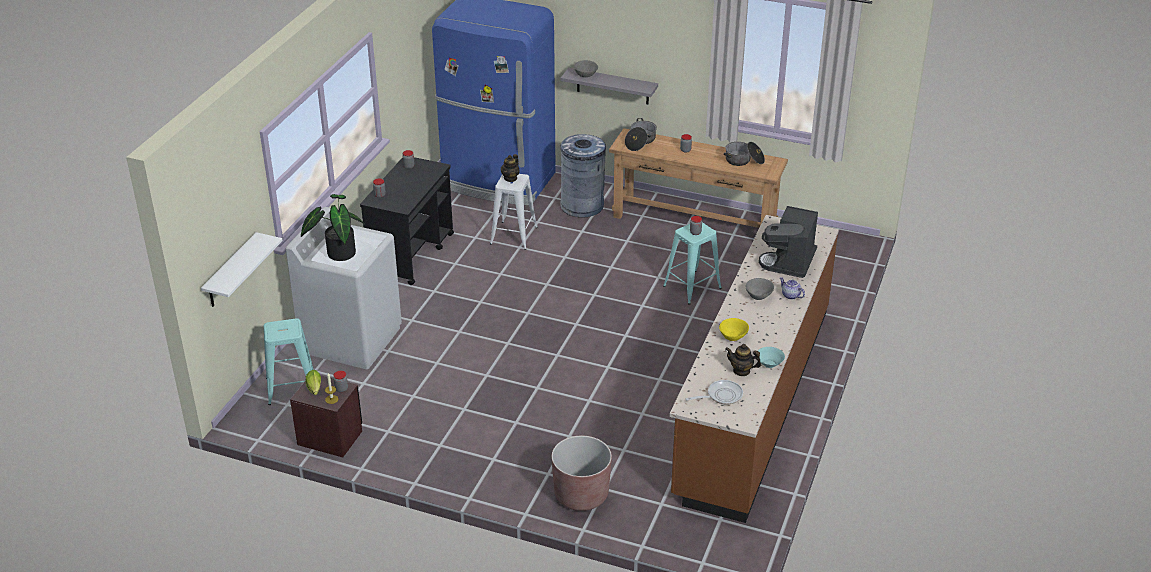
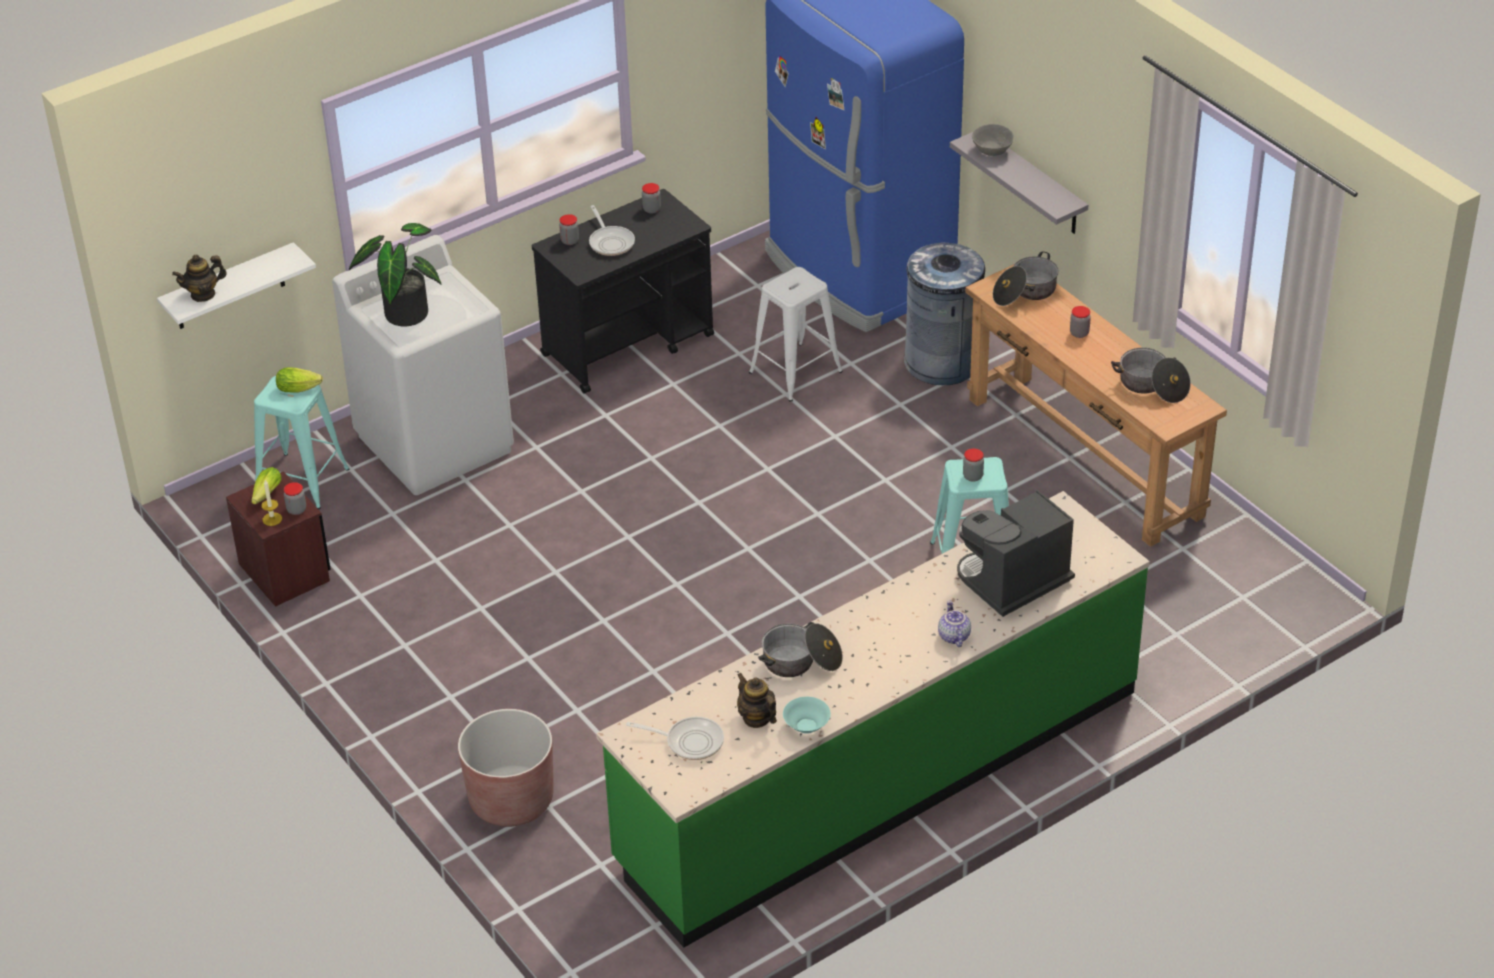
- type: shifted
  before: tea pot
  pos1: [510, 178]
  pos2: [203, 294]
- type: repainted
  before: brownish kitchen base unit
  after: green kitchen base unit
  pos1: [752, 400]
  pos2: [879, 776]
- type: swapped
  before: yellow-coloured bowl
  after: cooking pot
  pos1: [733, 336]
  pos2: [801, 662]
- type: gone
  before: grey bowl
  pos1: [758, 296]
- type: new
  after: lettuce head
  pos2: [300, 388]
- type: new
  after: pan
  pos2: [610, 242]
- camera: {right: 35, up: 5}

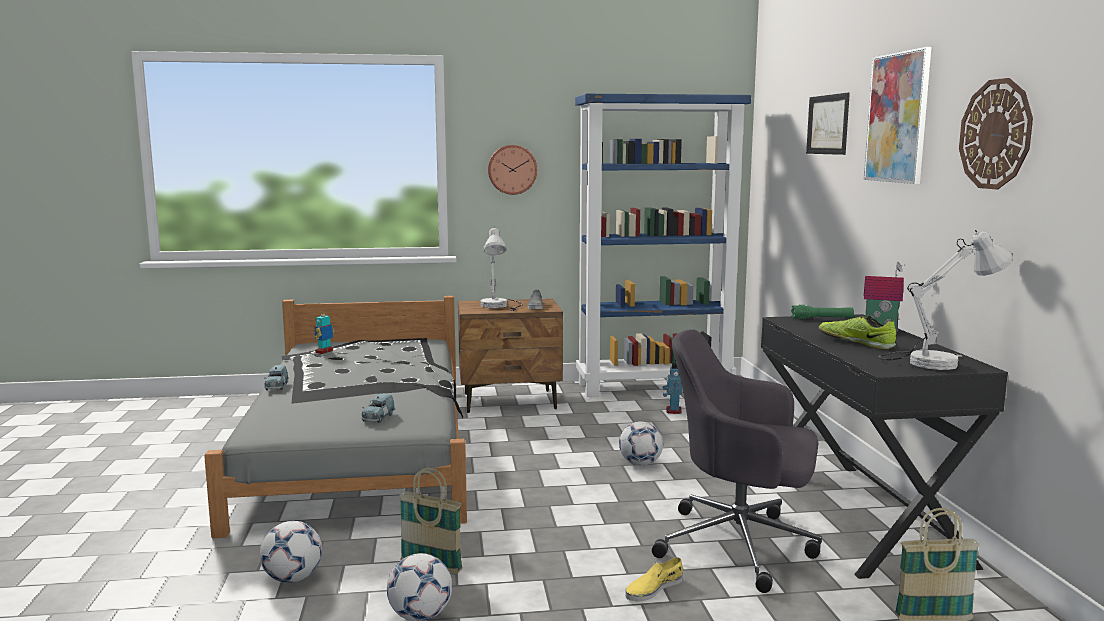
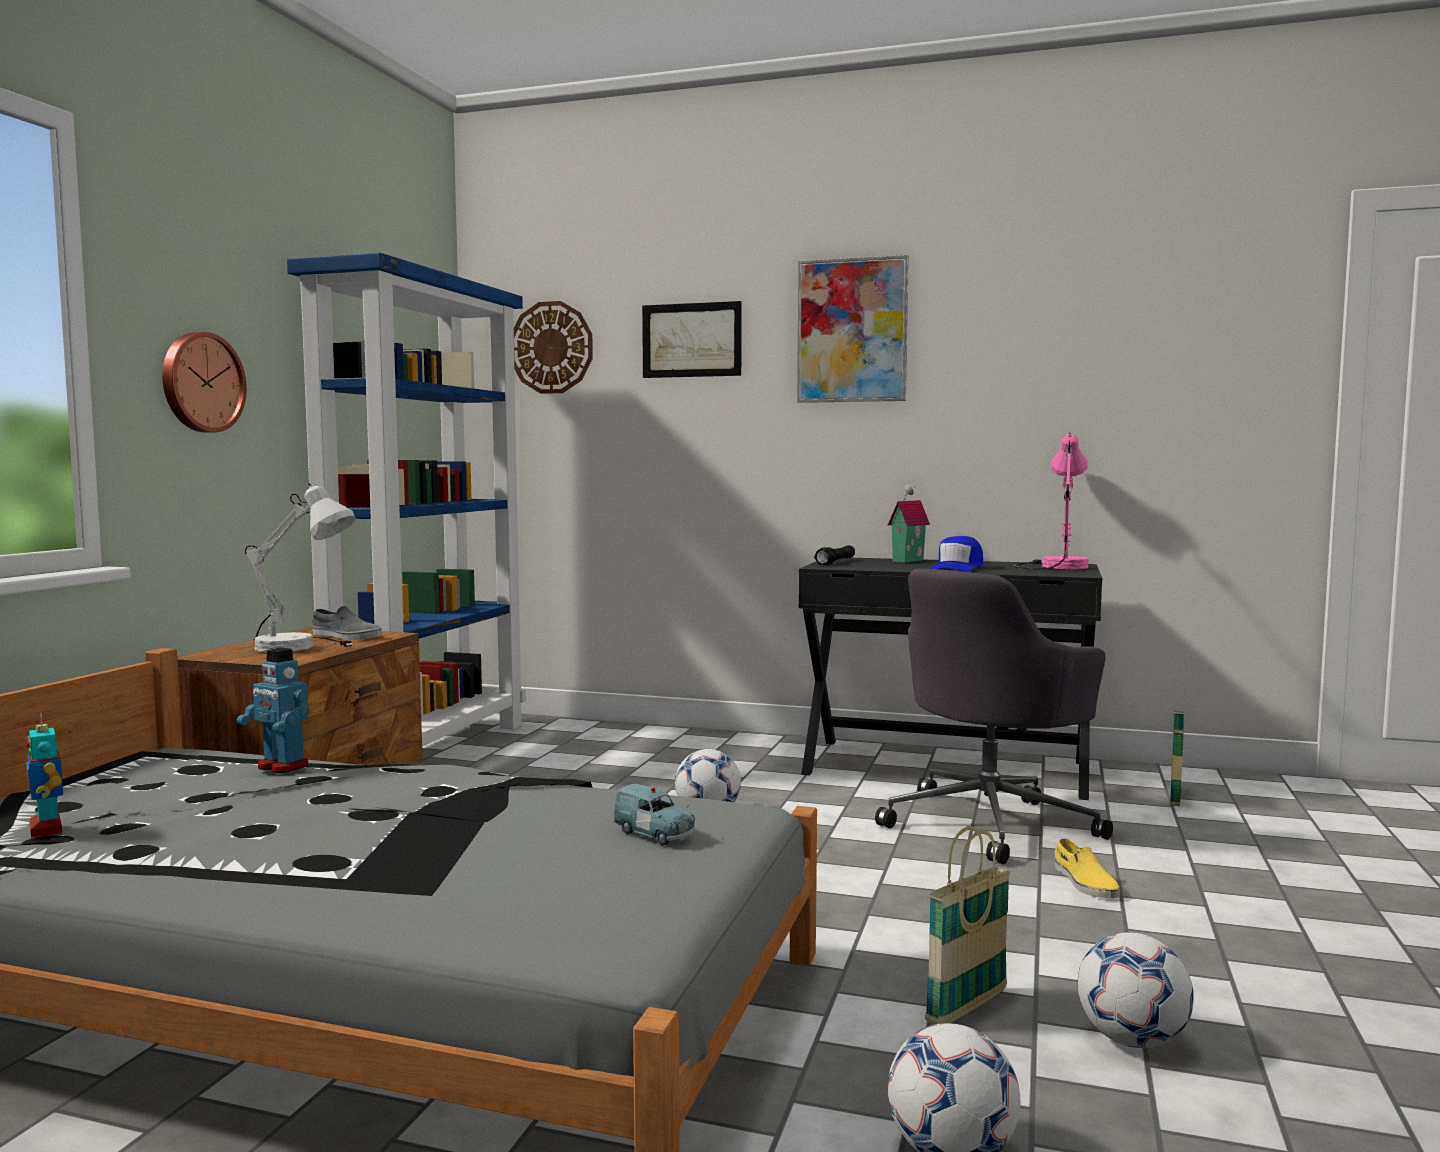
- type: gone
  before: bluish toy car
  pos1: [276, 386]
- type: shifted
  before: toy robot
  pos1: [673, 411]
  pos2: [282, 767]
- type: repainted
  before: green hand torch
  after: blackish hand torch
  pos1: [822, 319]
  pos2: [835, 562]
- type: swapped
  before: item of footwear
  after: bluish baseball cap
  pos1: [856, 342]
  pos2: [957, 567]
- type: repainted
  before: white-coloured table lamp
  after: pink table lamp
  pos1: [934, 361]
  pos2: [1051, 566]
- type: shifted
  before: clock on the wall
  pos1: [995, 134]
  pos2: [551, 347]
- camera: {right: -65, up: -5}

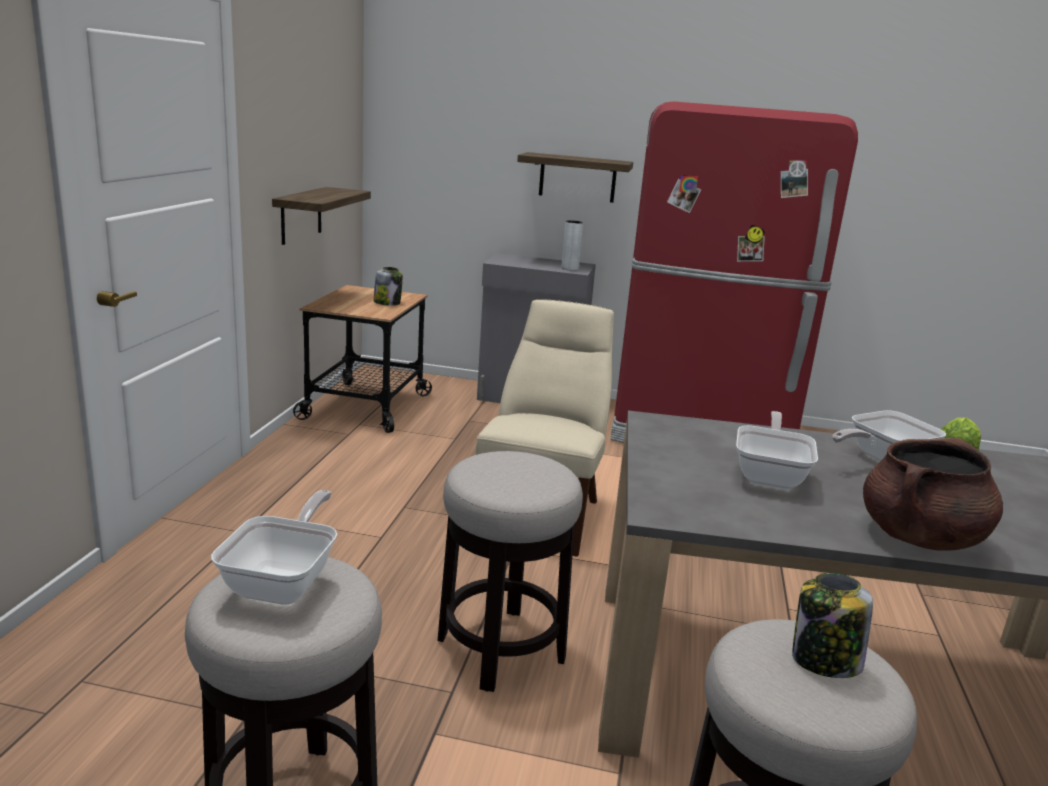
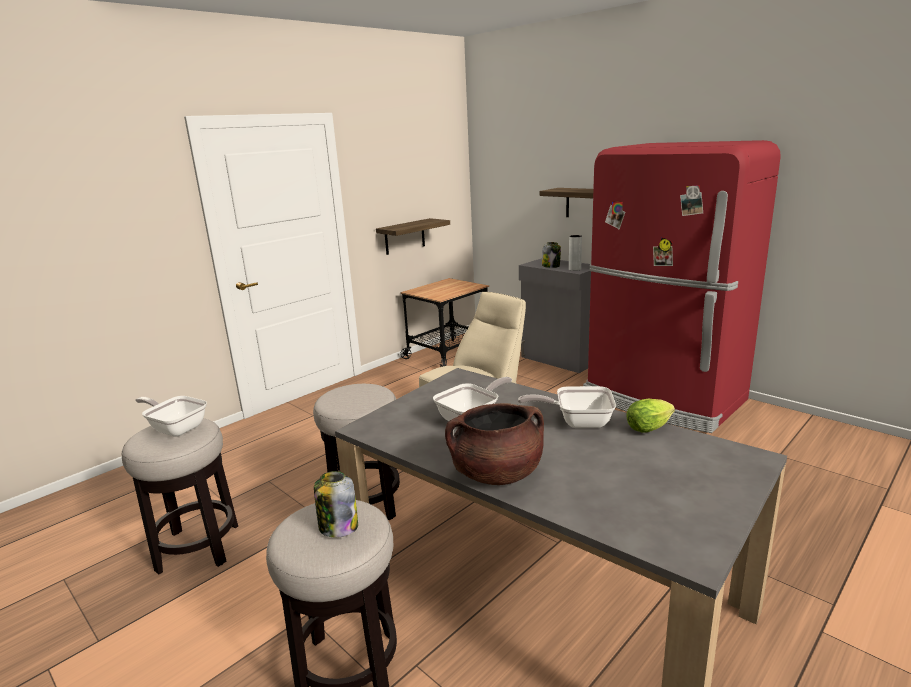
- type: rotated
  before: pan
  pos1: [285, 581]
  pos2: [176, 428]
  turn: -105
- type: shifted
  before: storage jar
  pos1: [387, 303]
  pos2: [551, 266]
- camera: {right: 35, up: 0}

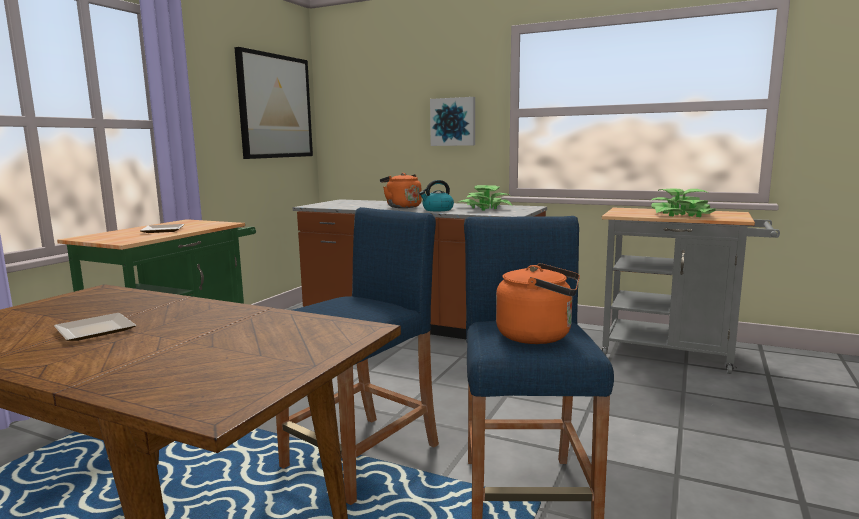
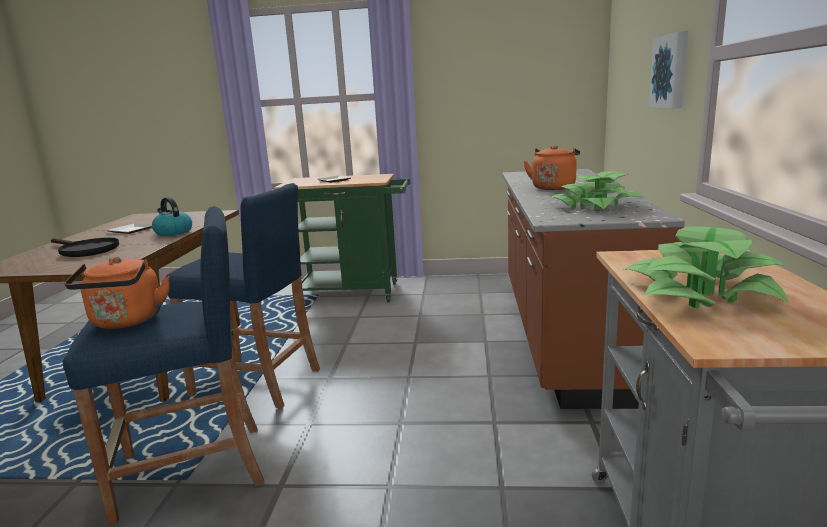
- type: gone
  before: wall picture
  pos1: [275, 106]
- type: shifted
  before: water kettle
  pos1: [437, 210]
  pos2: [173, 232]
- type: new
  after: blackish pan
  pos2: [85, 250]
- camera: {right: 70, up: 5}

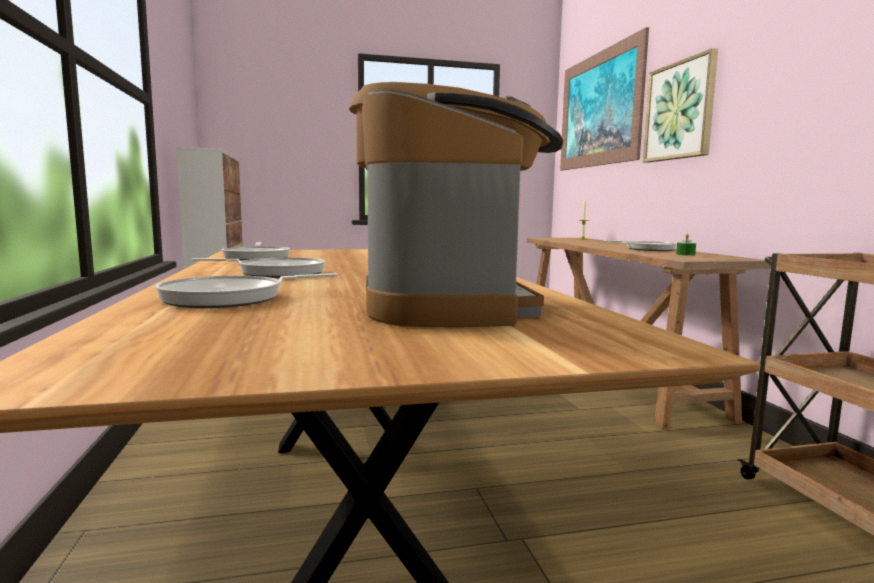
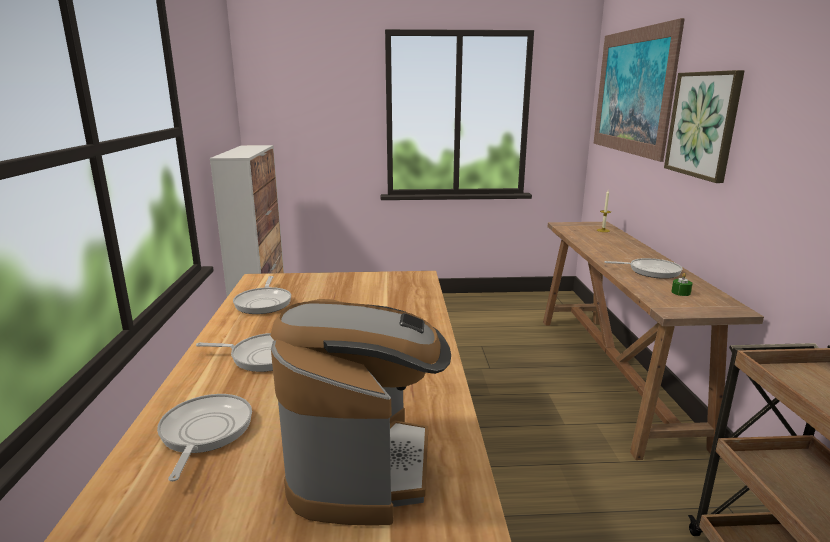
- type: rotated
  before: pan
  pos1: [231, 298]
  pos2: [204, 432]
  turn: 105
- camera: {right: 10, up: 10}

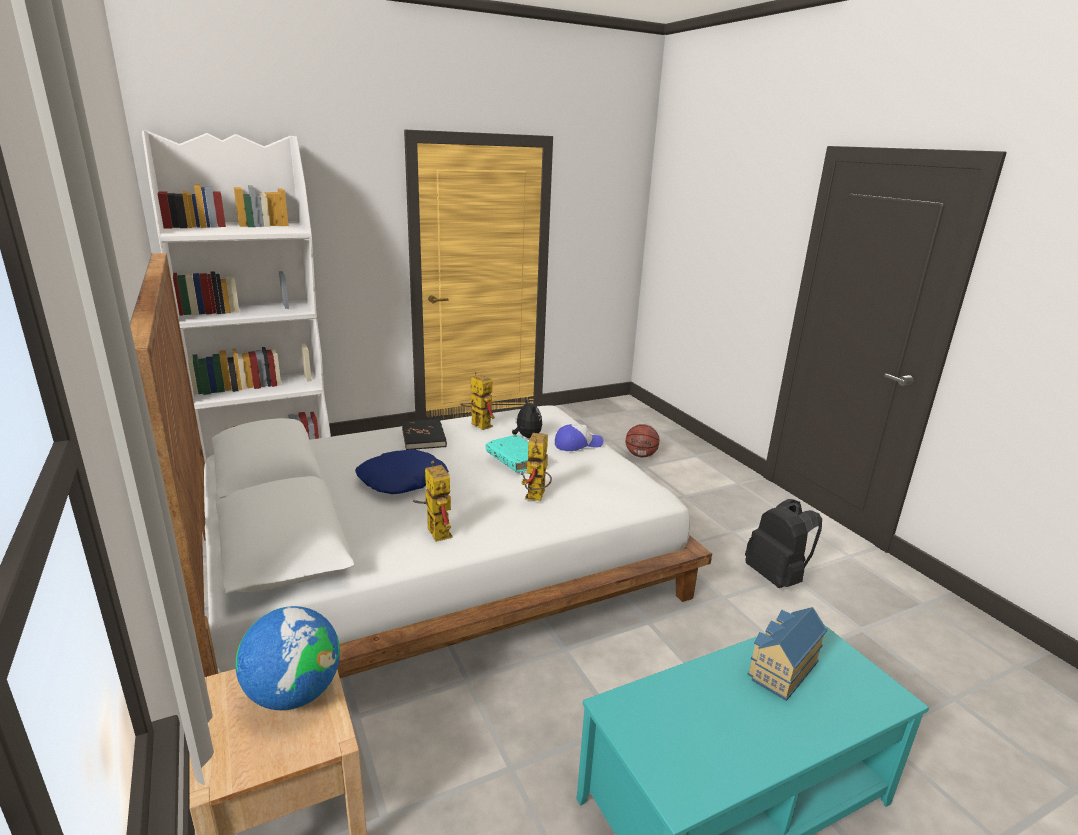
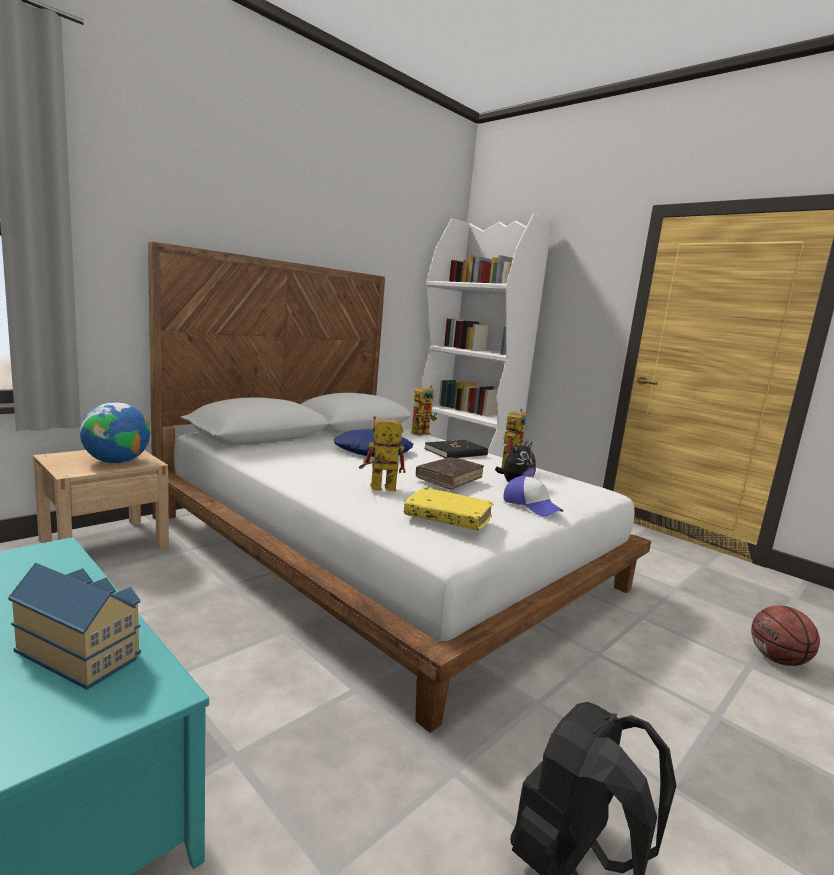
- type: shifted
  before: toy robot
  pos1: [434, 530]
  pos2: [422, 432]
- type: repainted
  before: blue-green bound book
  after: brownish bound book
  pos1: [516, 460]
  pos2: [449, 479]
- type: new
  after: yellow-coloured bound book
  pos2: [448, 518]
- camera: {right: 70, up: -10}

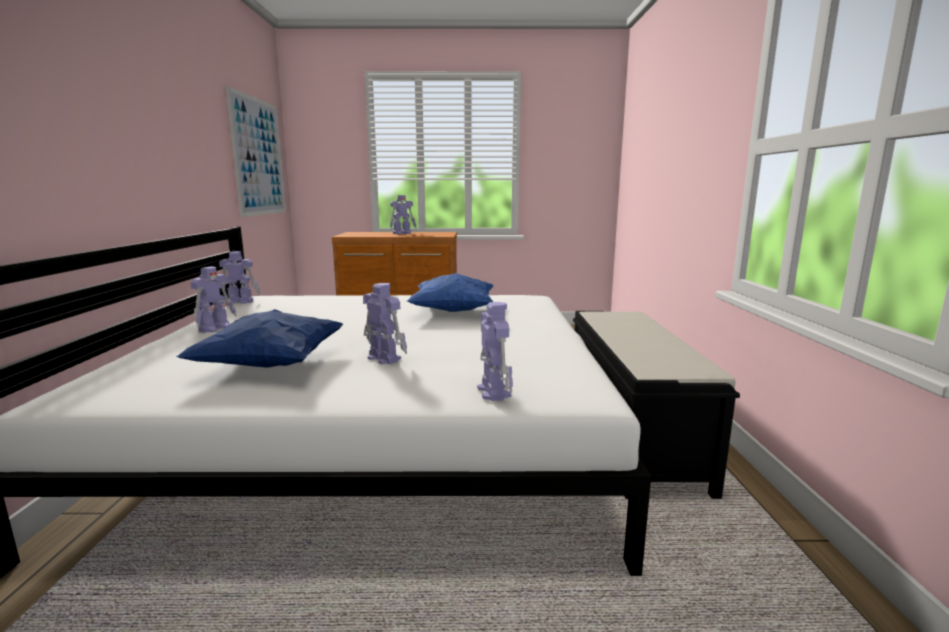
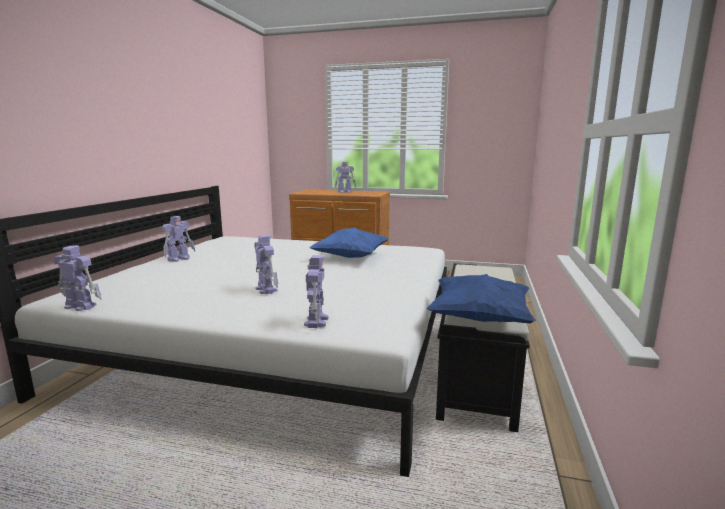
- type: shifted
  before: bluish pillow
  pos1: [271, 365]
  pos2: [479, 319]
- type: shifted
  before: toy robot
  pos1: [240, 301]
  pos2: [80, 306]
- type: gone
  before: wall picture
  pos1: [259, 157]
- camera: {right: 15, up: 0}

